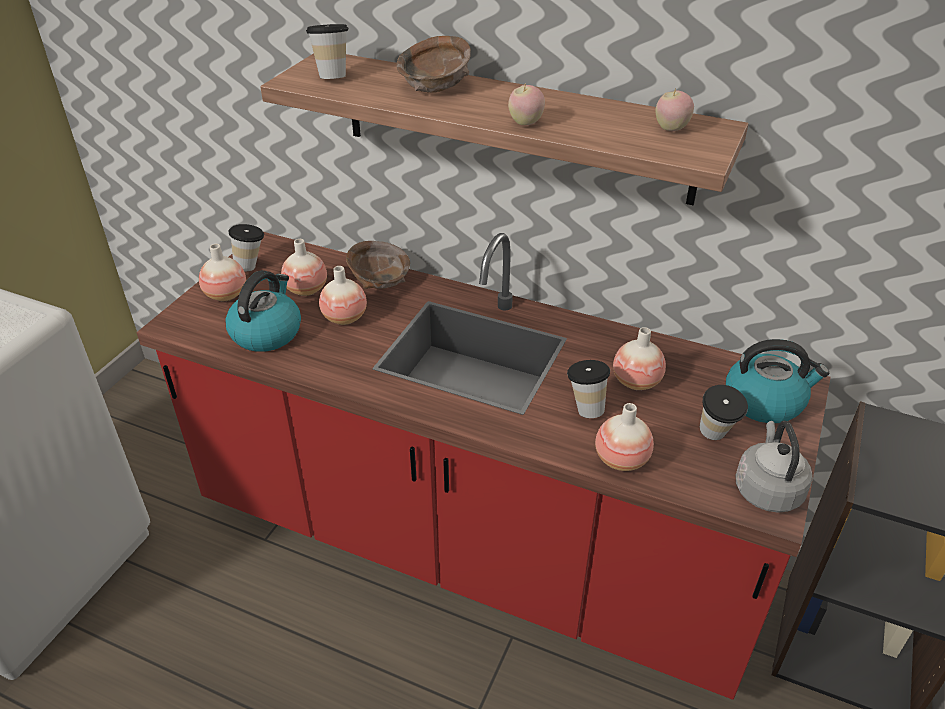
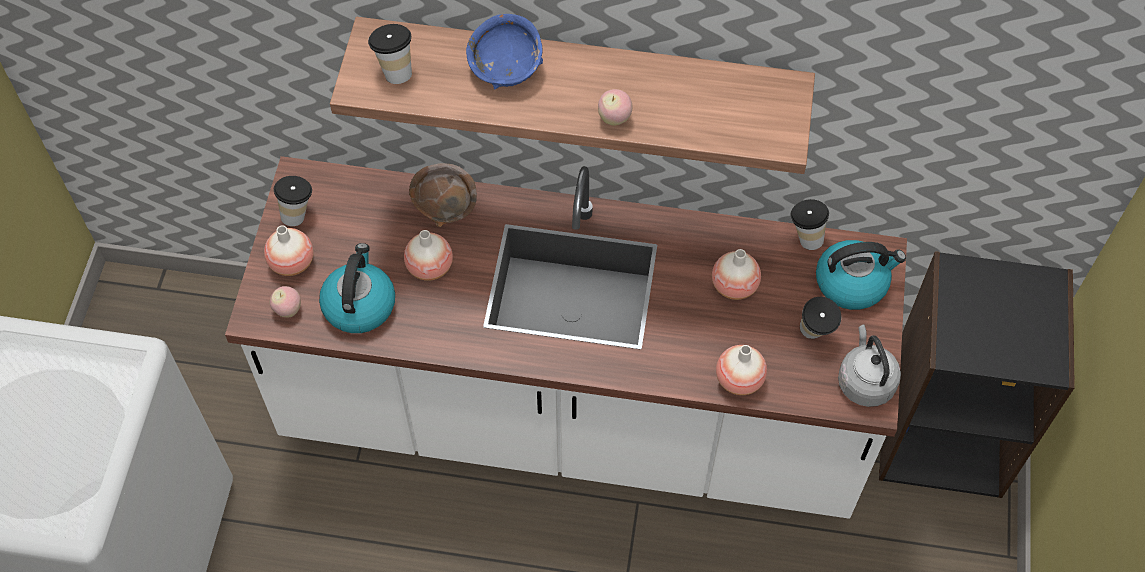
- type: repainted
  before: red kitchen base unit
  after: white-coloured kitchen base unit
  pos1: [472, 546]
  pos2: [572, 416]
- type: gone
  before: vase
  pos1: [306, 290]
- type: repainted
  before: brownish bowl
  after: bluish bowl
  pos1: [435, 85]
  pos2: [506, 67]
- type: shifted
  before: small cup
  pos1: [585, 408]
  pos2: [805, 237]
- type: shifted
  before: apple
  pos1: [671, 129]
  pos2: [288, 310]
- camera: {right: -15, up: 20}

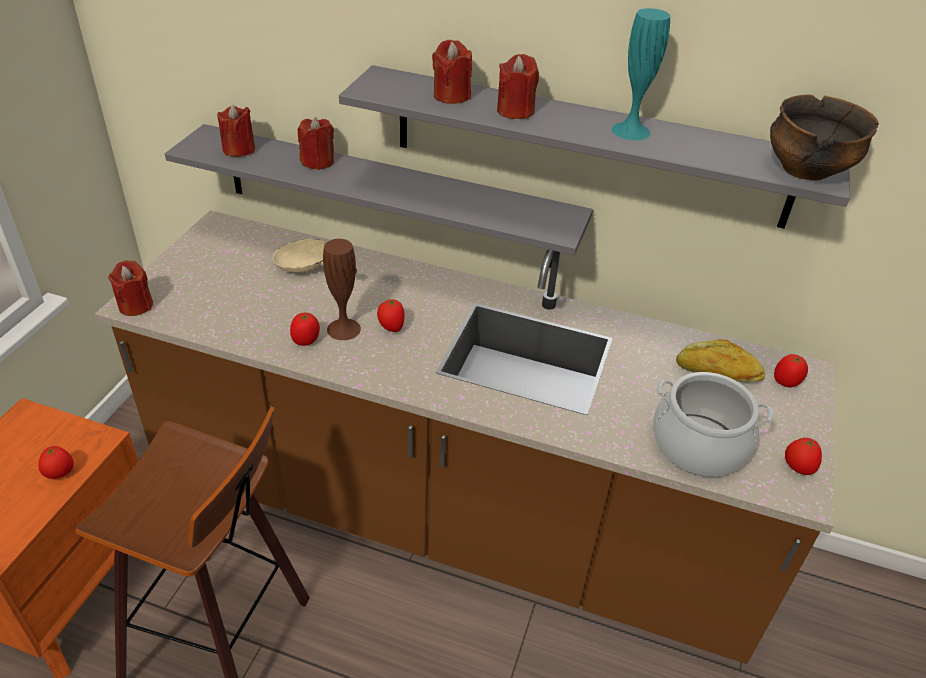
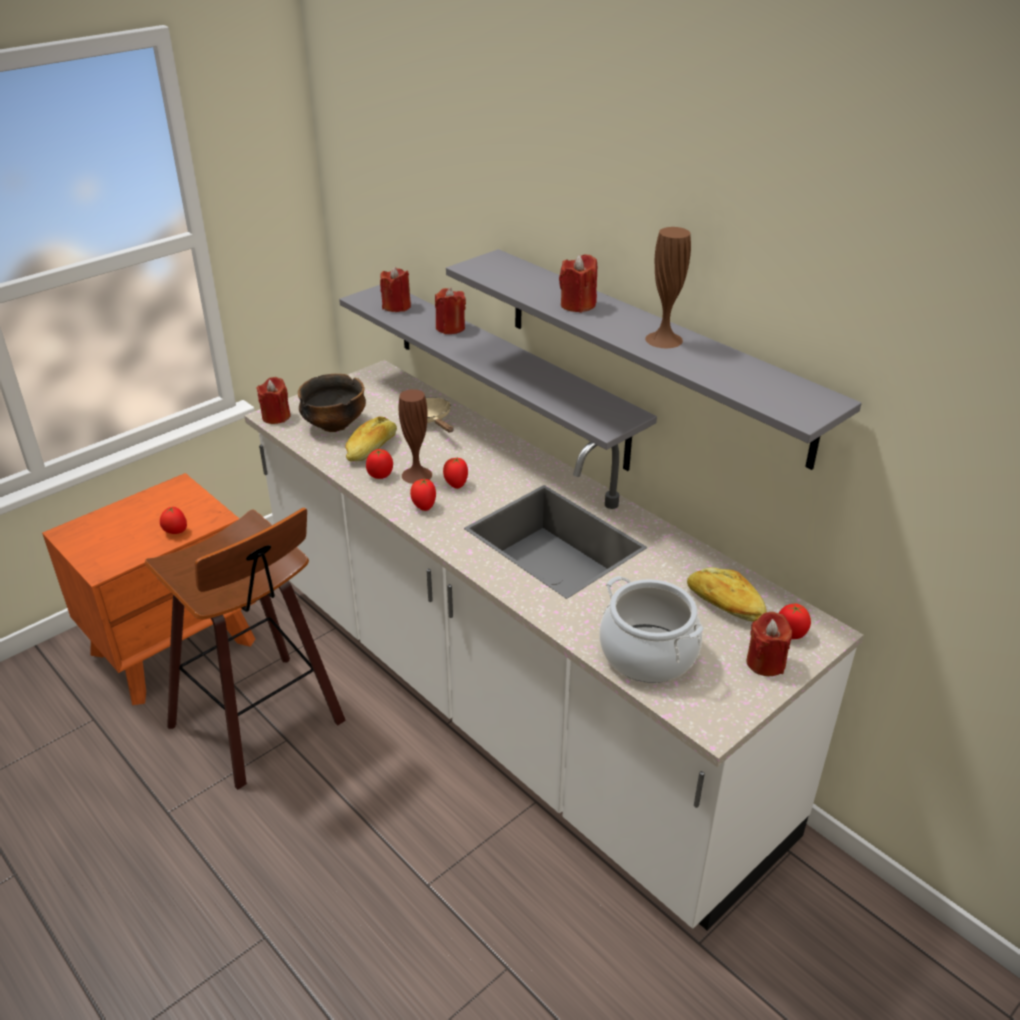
- type: repainted
  before: brownish kitchen base unit
  after: white-coloured kitchen base unit
  pos1: [452, 516]
  pos2: [509, 703]
- type: shifted
  before: red wax light
  pos1: [451, 96]
  pos2: [765, 662]
- type: repainted
  before: blue-green vase
  after: brownish vase
  pos1: [630, 131]
  pos2: [664, 339]
- type: shifted
  before: bowl
  pos1: [806, 171]
  pos2: [334, 425]
- type: shifted
  before: whole tomato
  pos1: [797, 468]
  pos2: [423, 506]
- type: new
  after: baked bread
  pos2: [372, 448]
- camera: {right: 30, up: -5}

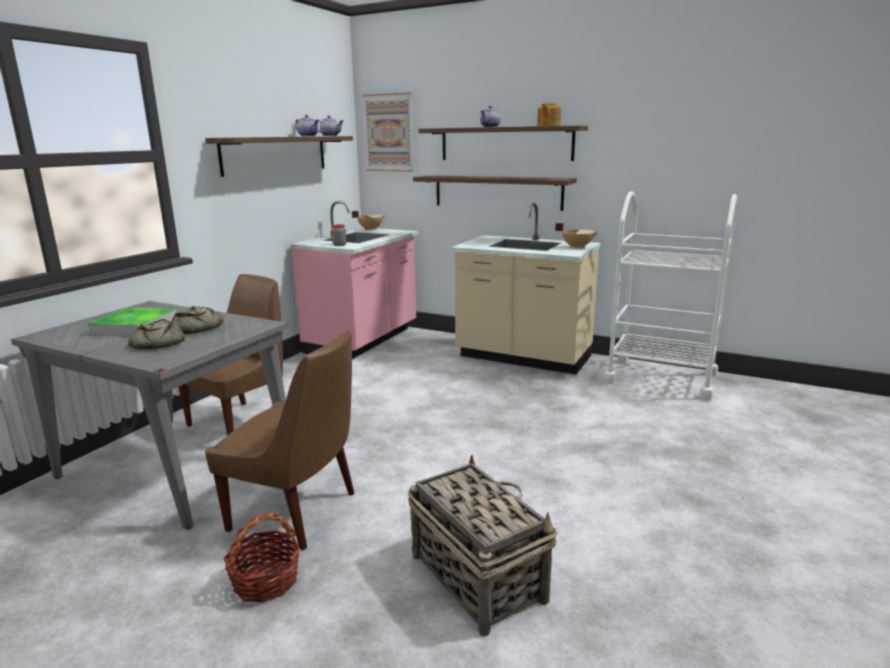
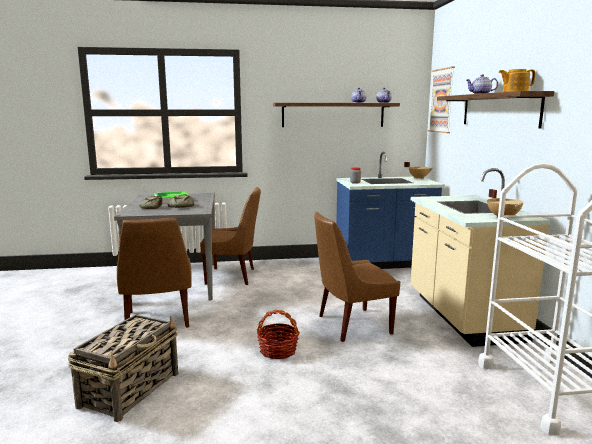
- type: shifted
  before: household basket
  pos1: [265, 581]
  pos2: [278, 350]
- type: repainted
  before: pink kitchen base unit
  after: bluish kitchen base unit
  pos1: [363, 341]
  pos2: [384, 263]
- type: gone
  before: bracket shelf
  pos1: [497, 192]
- type: new
  after: brownish plain chair
  pos2: [351, 325]
- camera: {right: 55, up: -5}

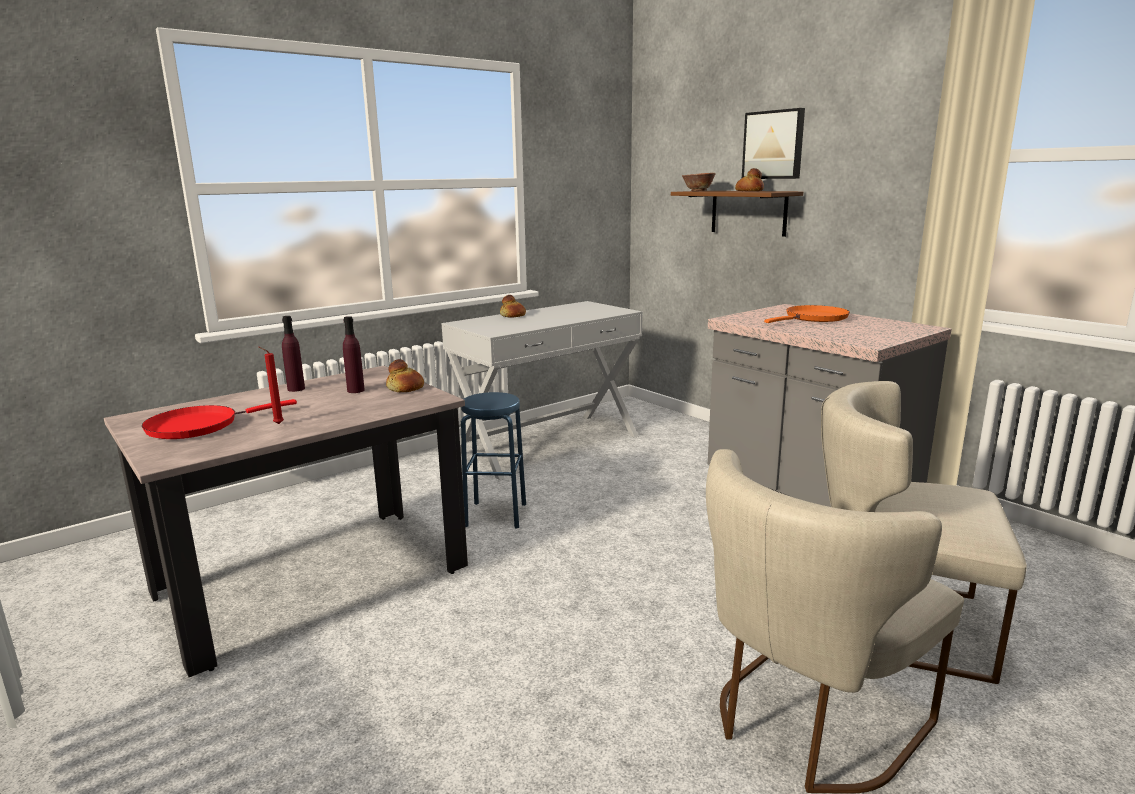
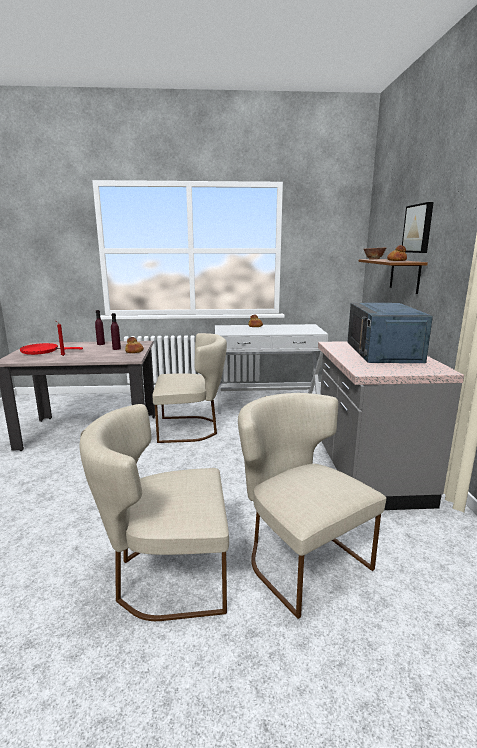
- type: swapped
  before: bluish stool seat
  after: beige plain chair
  pos1: [496, 515]
  pos2: [191, 428]
- type: swapped
  before: orange pan
  after: bluish kitchen microwave
  pos1: [814, 318]
  pos2: [383, 351]
- camera: {right: 35, up: 0}

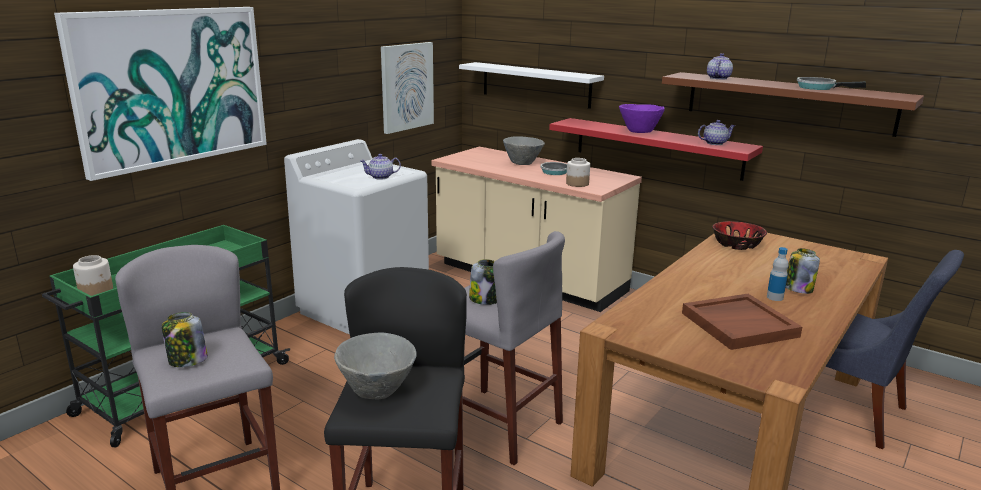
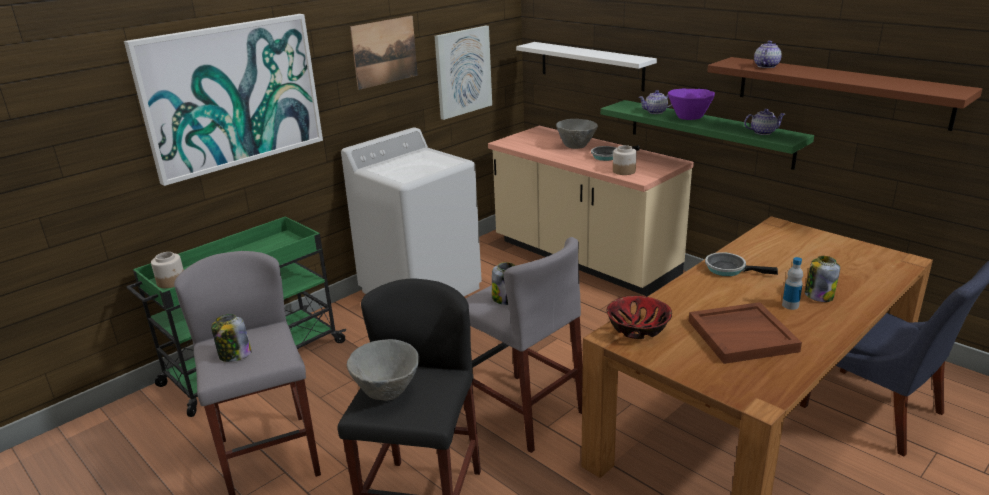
- type: shifted
  before: tea pot
  pos1: [381, 177]
  pos2: [656, 112]
- type: repainted
  before: red bracket shelf
  after: green bracket shelf
  pos1: [657, 148]
  pos2: [709, 133]
- type: shifted
  before: bowl
  pos1: [736, 244]
  pos2: [637, 328]
- type: shifted
  before: pan
  pos1: [818, 87]
  pos2: [729, 269]
- type: new
  after: wall picture
  pos2: [385, 52]
- camera: {right: 10, up: 5}

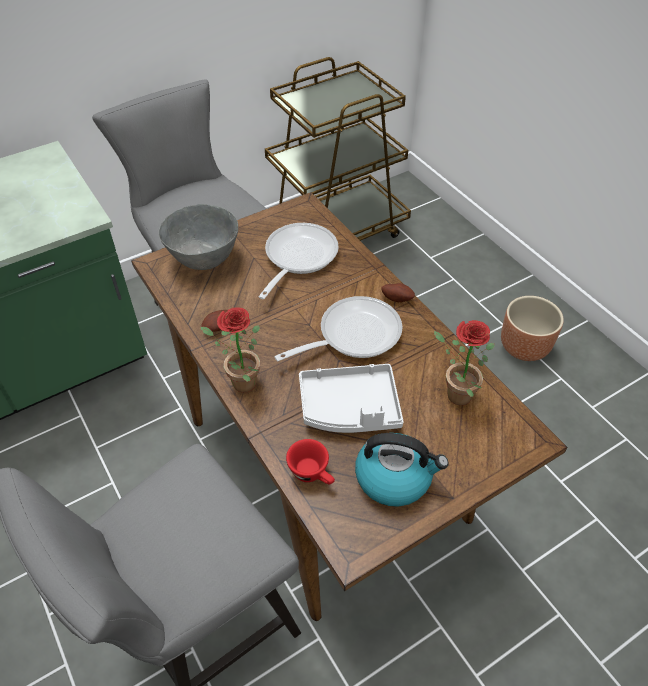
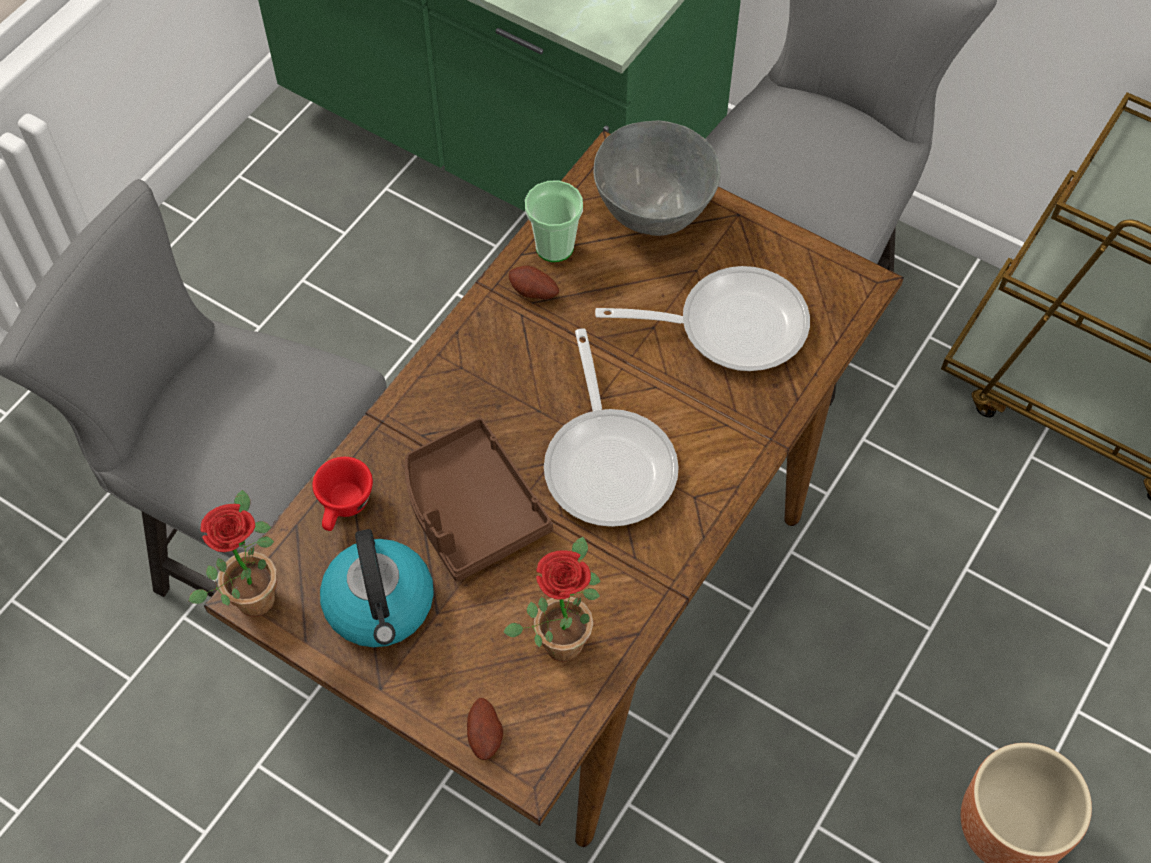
- type: shifted
  before: houseplant
  pos1: [239, 382]
  pos2: [253, 591]
- type: rotated
  before: pan
  pos1: [352, 335]
  pos2: [609, 461]
  turn: 45
- type: repainted
  before: grey serving tray
  after: brownish serving tray
  pos1: [350, 408]
  pos2: [471, 510]
- type: shifted
  before: spud
  pos1: [397, 298]
  pos2: [485, 735]
- type: new
  after: small cup
  pos2: [554, 247]
- camera: {right: 65, up: 10}

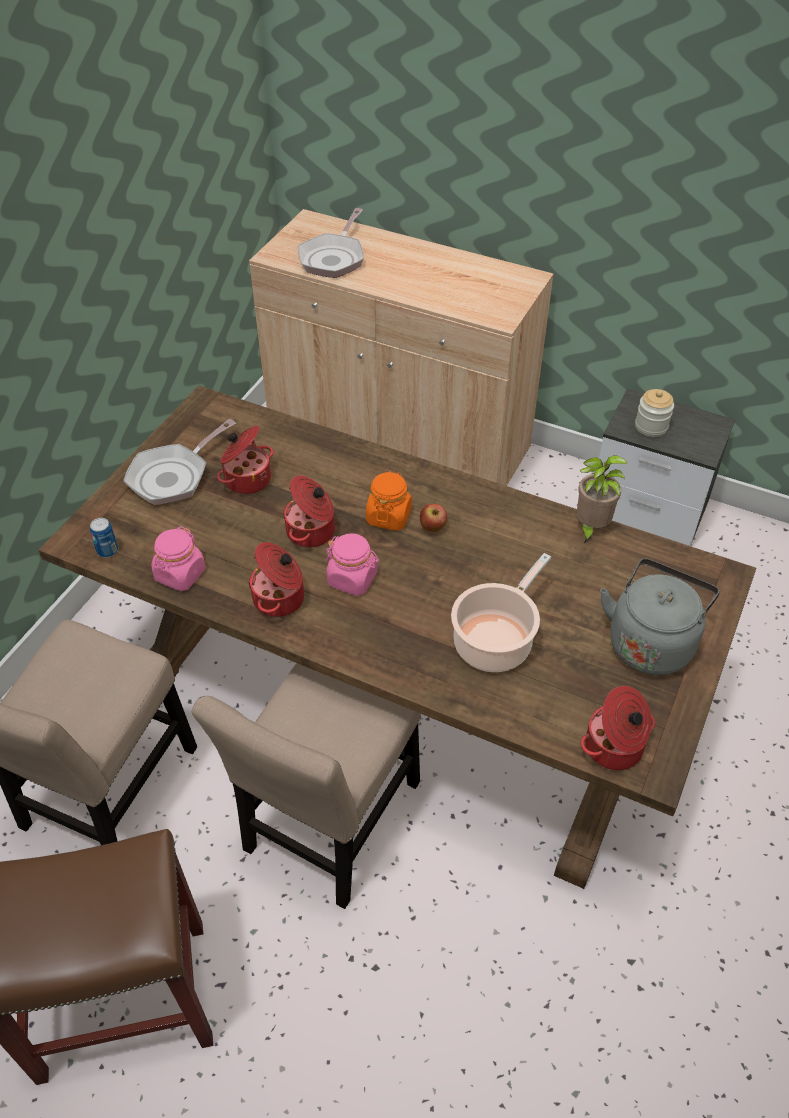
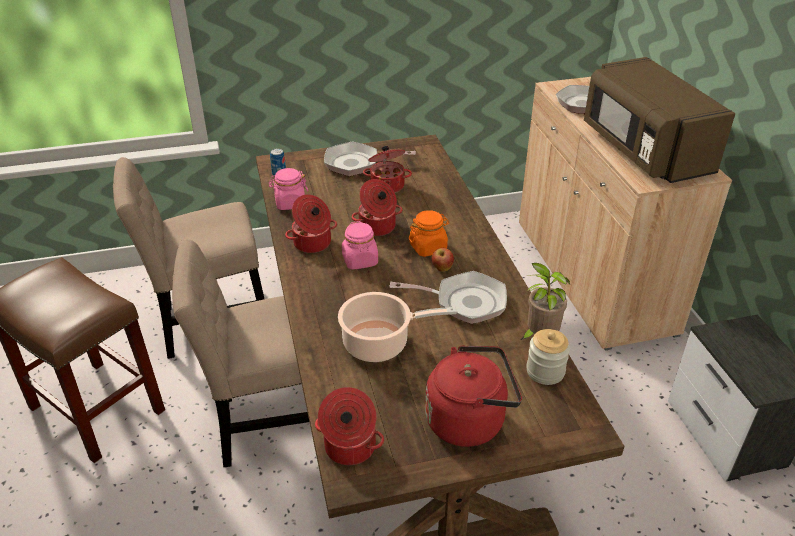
- type: repainted
  before: grey water kettle
  after: red water kettle
  pos1: [651, 642]
  pos2: [469, 420]
- type: shifted
  before: storage jar
  pos1: [651, 426]
  pos2: [545, 371]
- type: new
  after: pan
  pos2: [464, 302]
- type: new
  after: brownish kitchen microwave
  pos2: [644, 151]
- camera: {right: 50, up: -10}

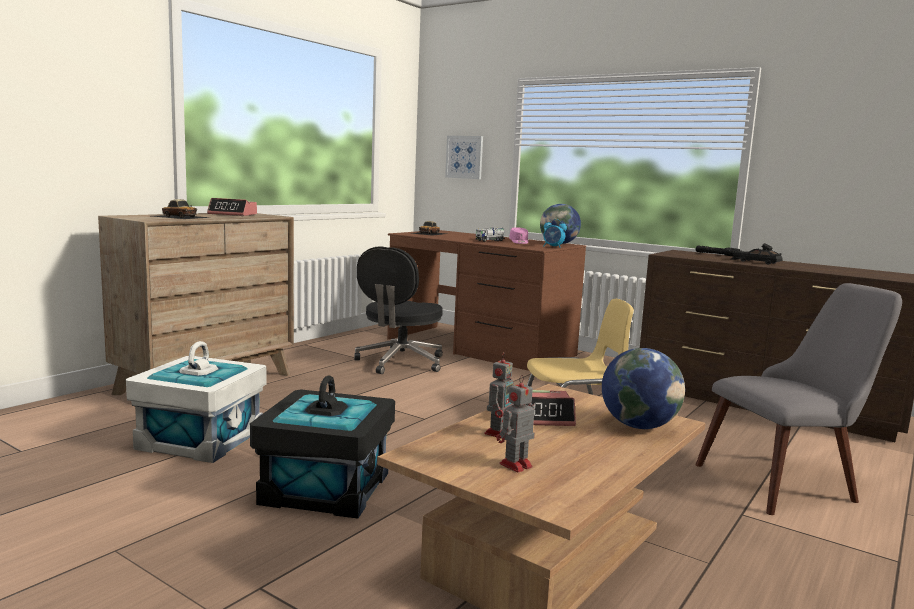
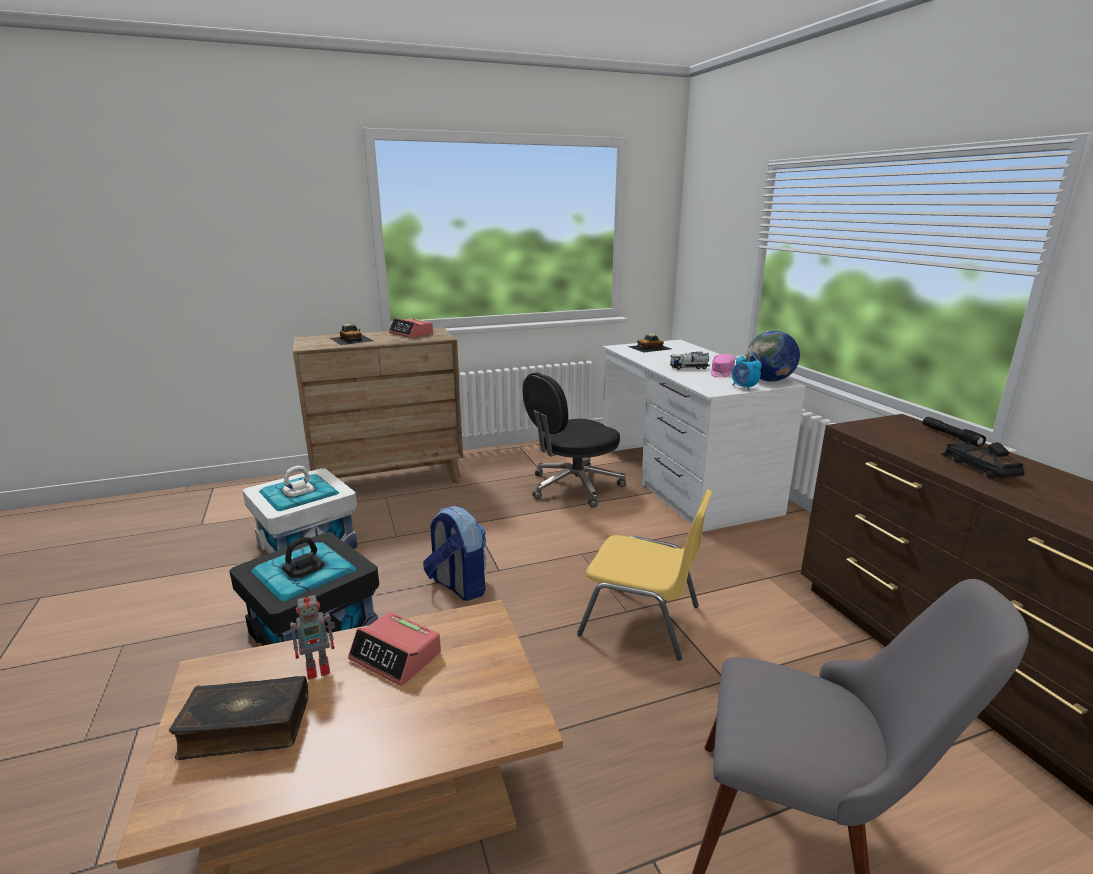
- type: repainted
  before: brownish desk unit
  after: white-coloured desk unit
  pos1: [479, 347]
  pos2: [682, 480]
- type: gone
  before: wall picture
  pos1: [464, 157]
- type: swapped
  before: toy robot
  after: bound book
  pos1: [514, 465]
  pos2: [245, 727]
- type: gone
  before: world globe
  pos1: [638, 426]
- type: new
  after: knapsack
  pos2: [458, 586]
- camera: {right: 35, up: 10}

